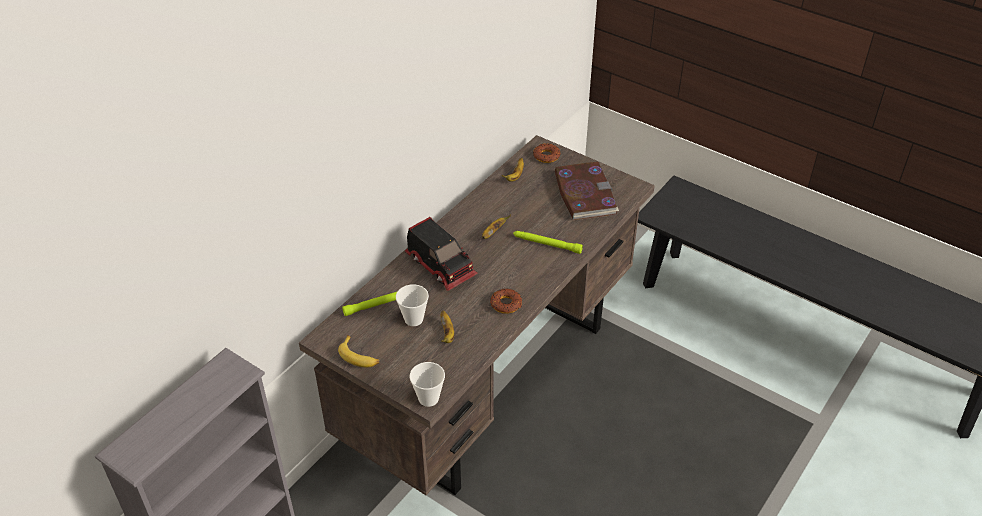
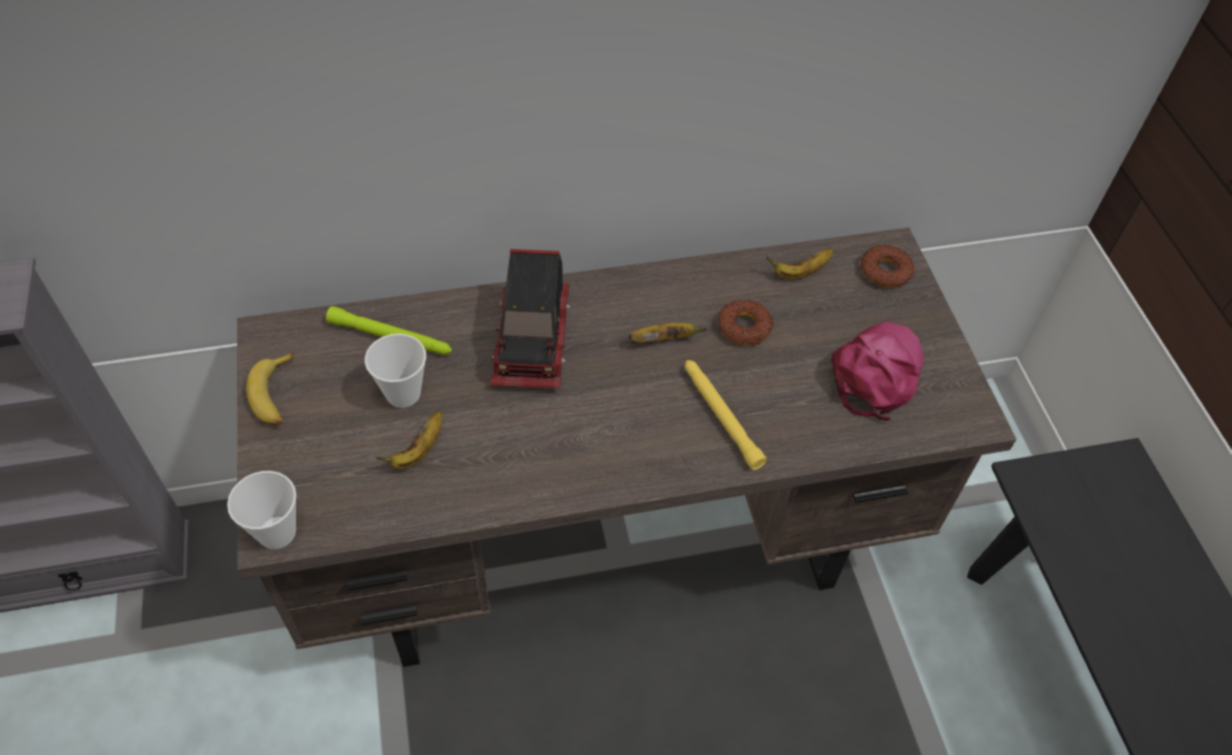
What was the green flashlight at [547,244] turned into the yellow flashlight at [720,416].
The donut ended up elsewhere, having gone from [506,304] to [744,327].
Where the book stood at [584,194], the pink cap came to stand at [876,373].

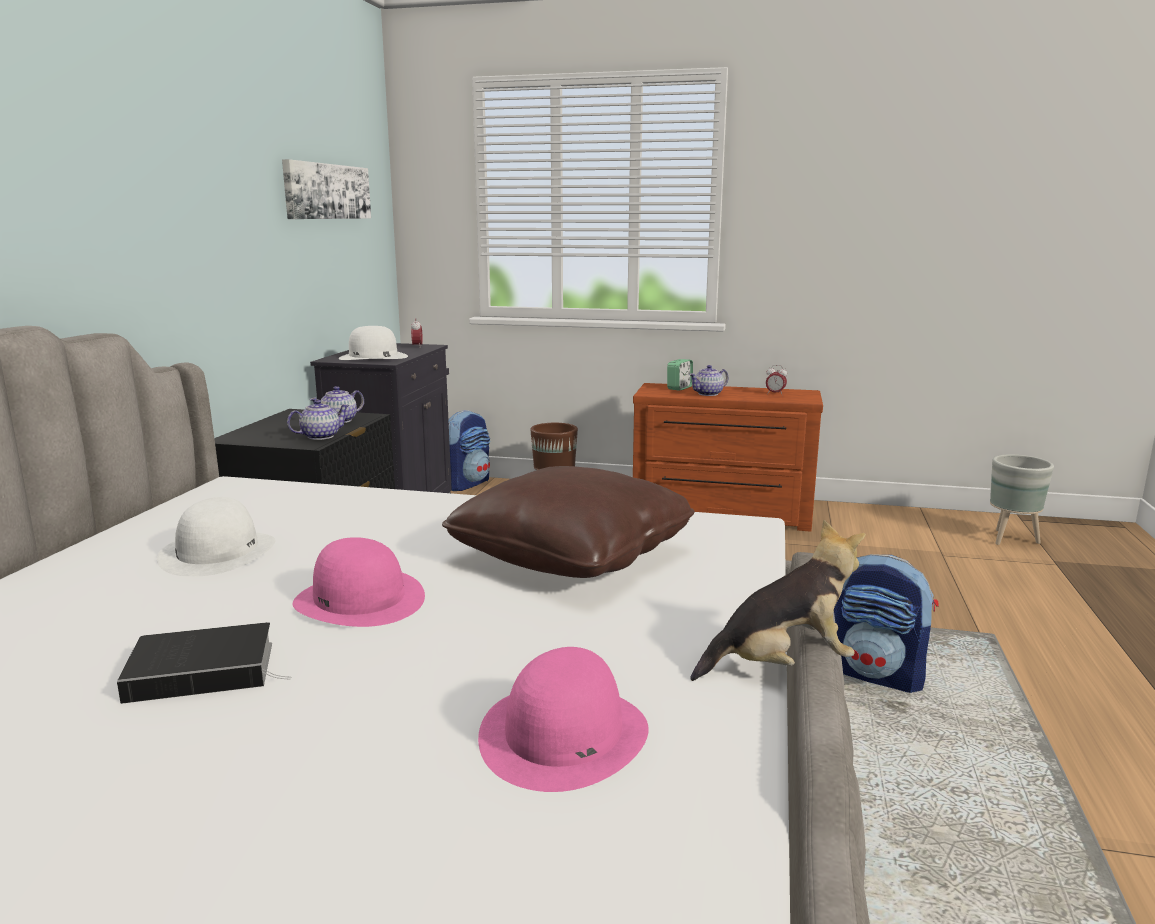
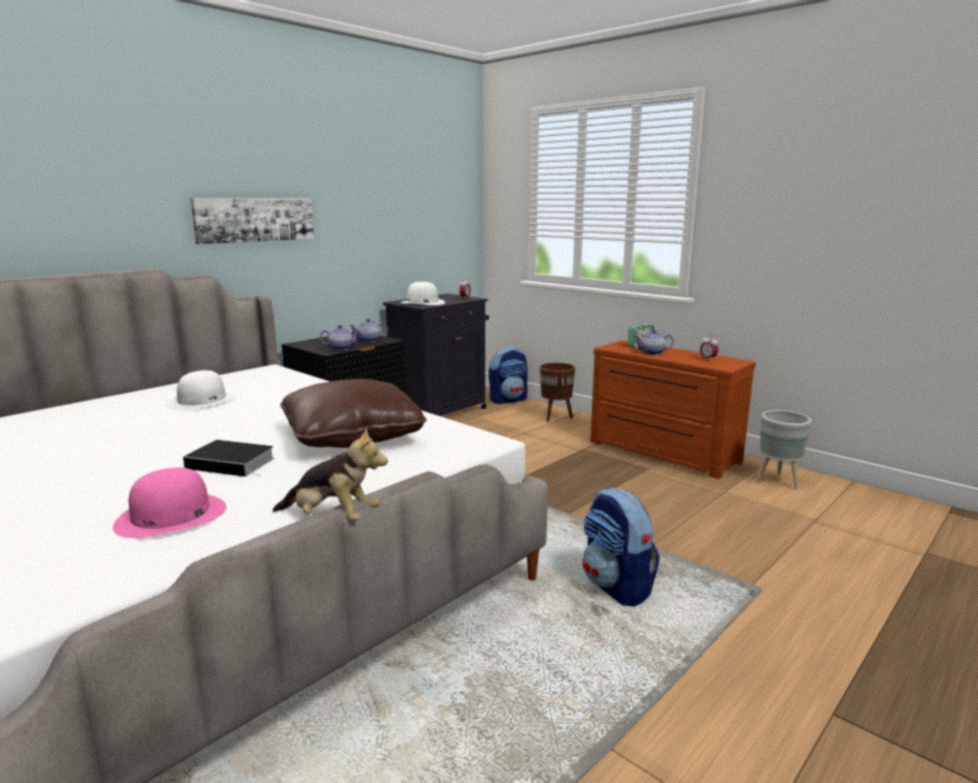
The book ended up elsewhere, having gone from [207,670] to [233,463].
The picture ended up elsewhere, having gone from [327,191] to [255,219].
The grey planter ended up elsewhere, having gone from [1011,539] to [778,481].
The second view lost the pink hat at [360,600].

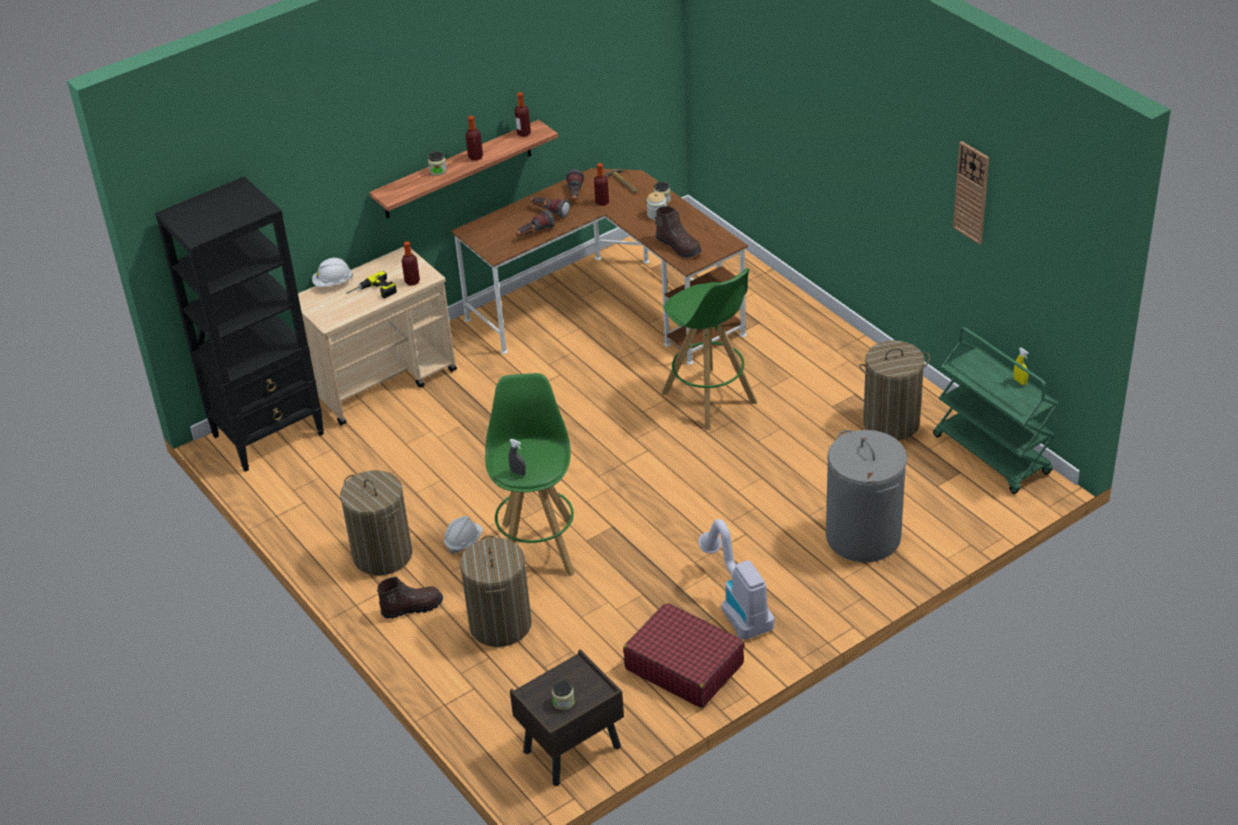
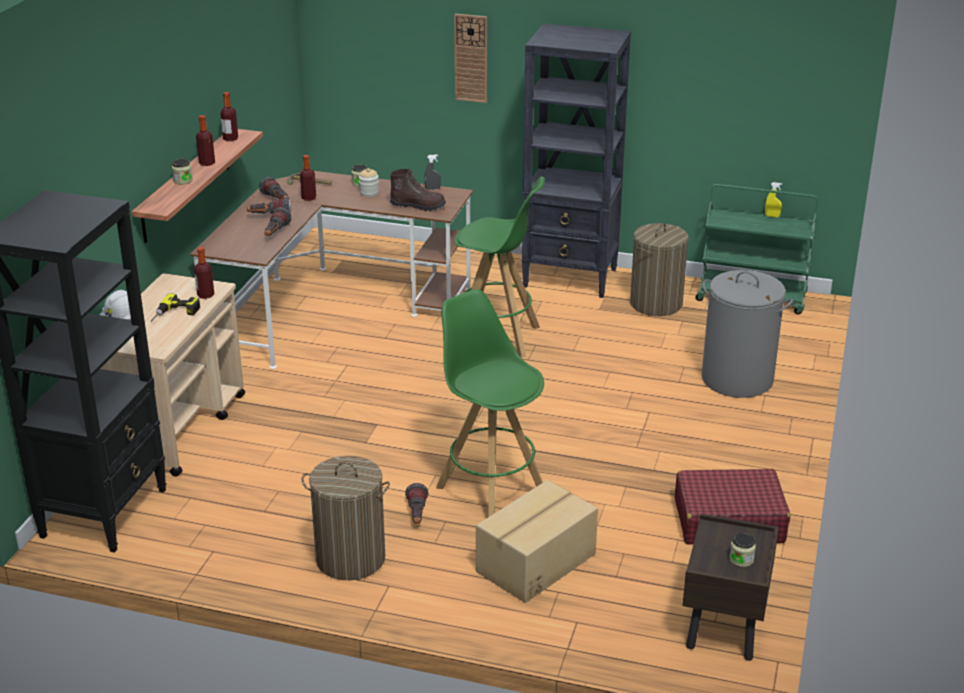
Where the white hard hat stood at [463,542], the flashlight came to stand at [417,515].
The grey spray bottle ended up elsewhere, having gone from [518,472] to [432,189].
The wall clock ended up elsewhere, having gone from [971,192] to [471,58].
Where the laundry basket stood at [500,624], the cardboard box came to stand at [534,562].
The second view gained the black bookcase at [571,278].
The second view lost the brown boot at [412,607].
The second view lost the vacuum cleaner at [737,606].

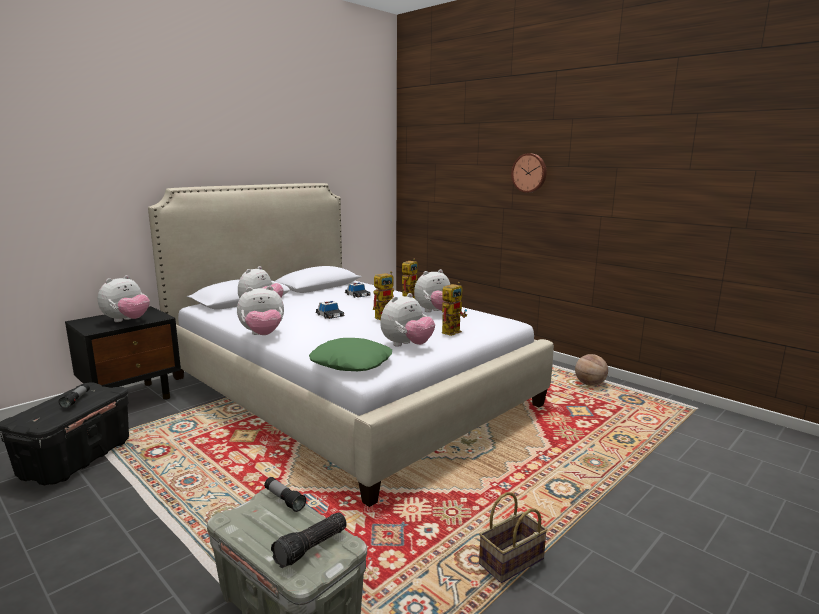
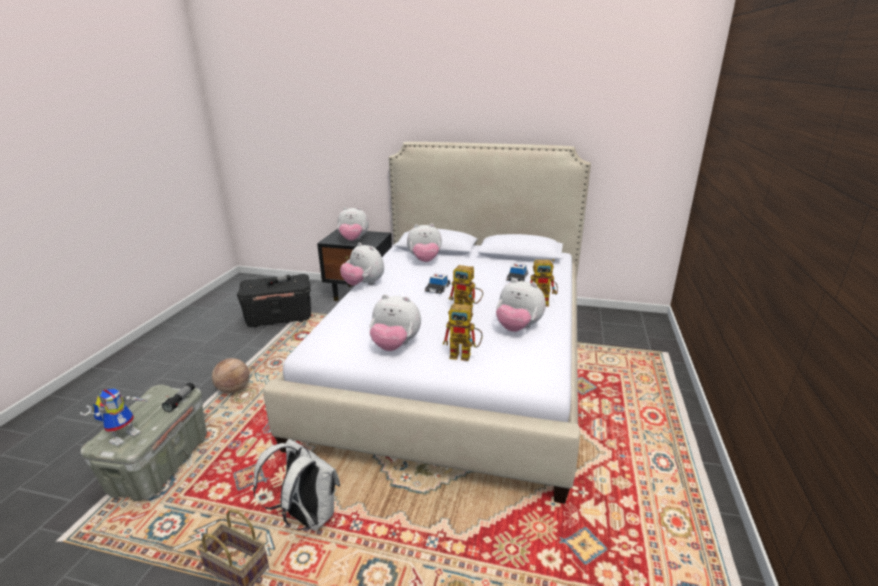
Where the flashlight stood at [311,548], the toy robot came to stand at [125,434].
The basketball ended up elsewhere, having gone from [589,384] to [234,389].
The second view gained the white backpack at [307,517].
The second view lost the green pillow at [351,363].
The second view lost the wall clock at [529,173].

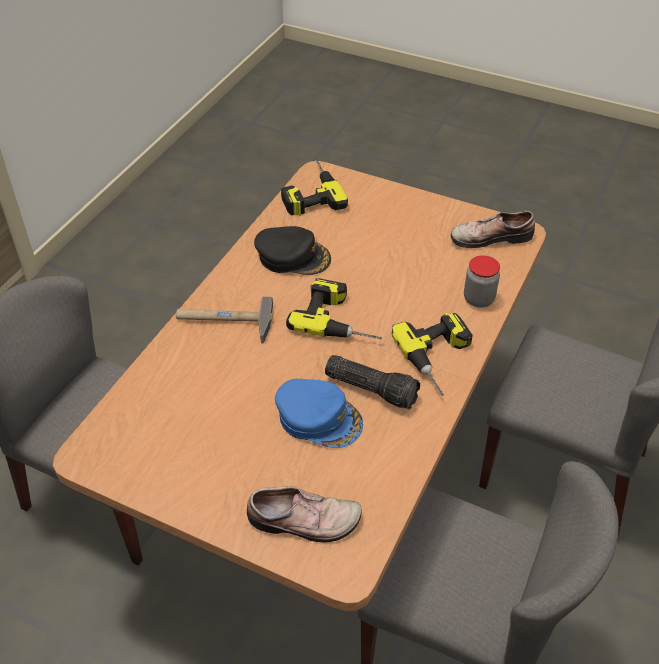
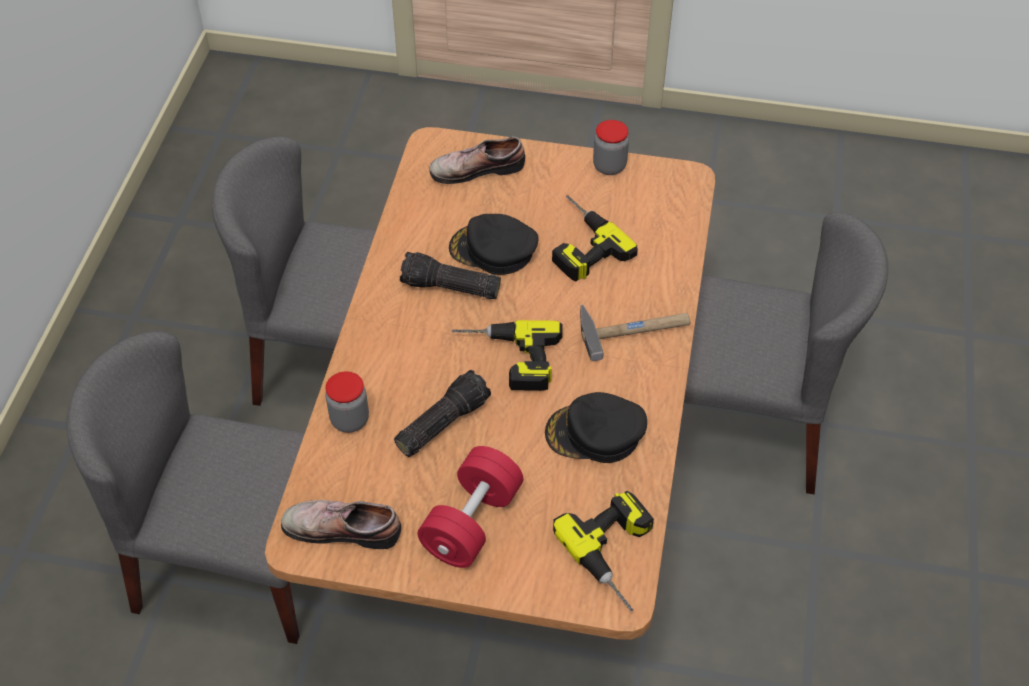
The shoe at [490,236] ended up facing another way, 150 degrees counterclockwise from before.
The second view gained the flashlight at [441,422].
The second view gained the red dumbbell at [472,522].
What was the blue cap at [319,417] turned into the black cap at [493,250].
The power drill ended up elsewhere, having gone from [441,359] to [578,243].
The second view gained the jar at [609,166].

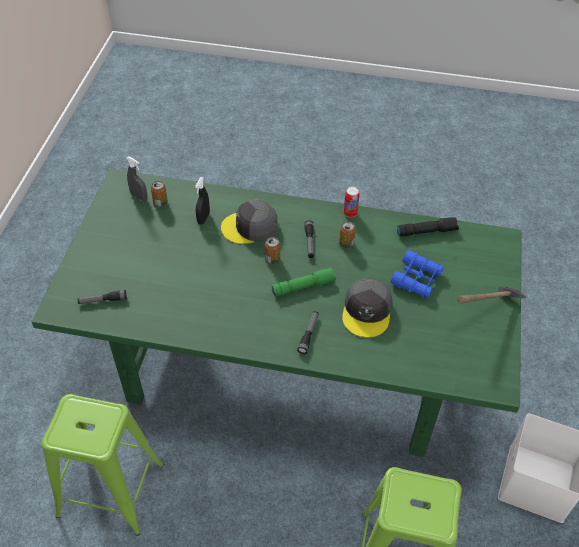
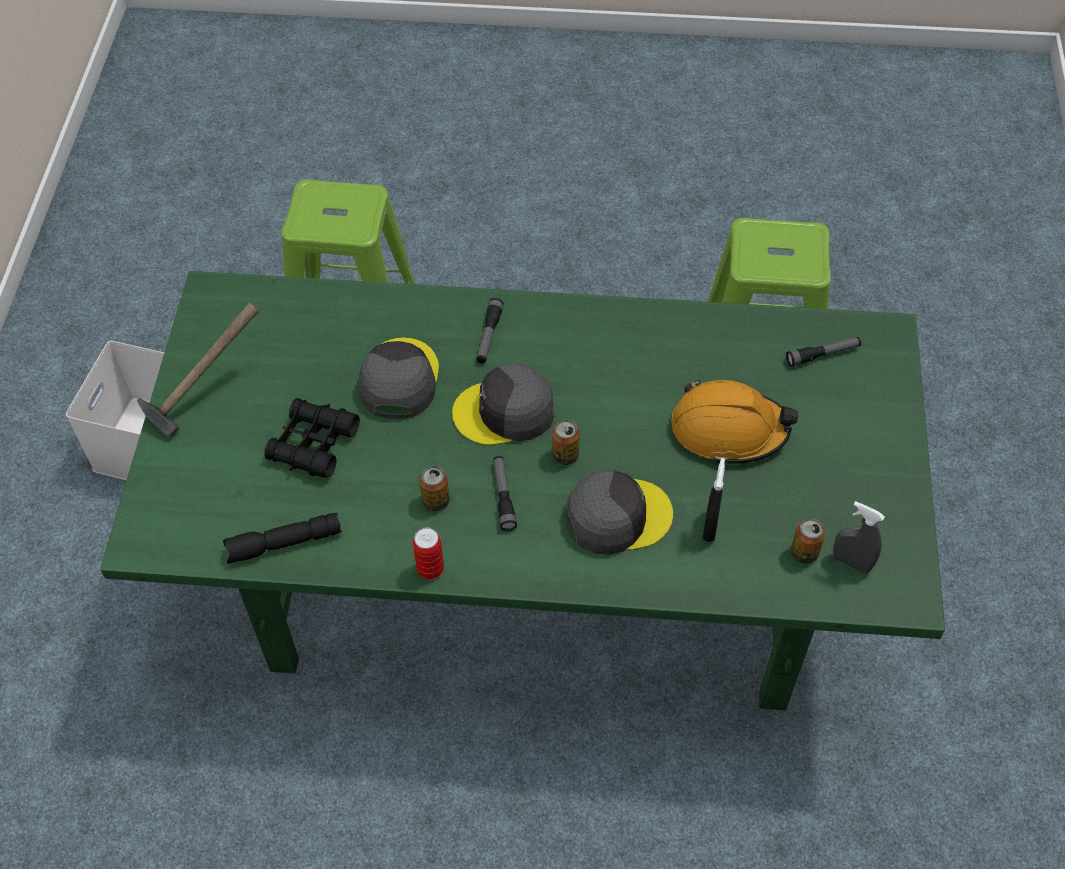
What was the blue binoculars at [416,279] turned into the black binoculars at [313,444].
Where the green flashlight stood at [303,286], the grey cap came to stand at [505,412].
The second view gained the orange hard hat at [729,429].

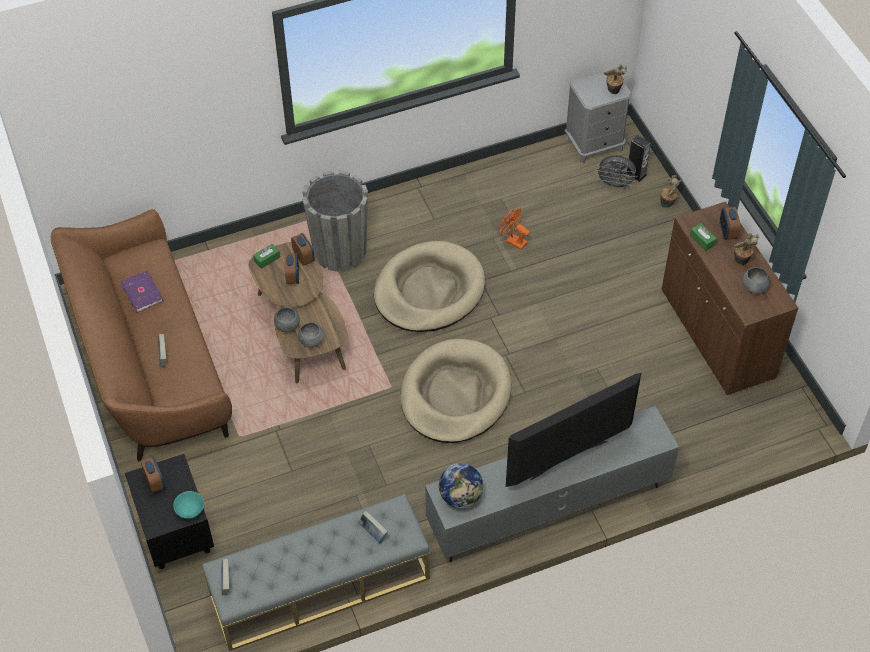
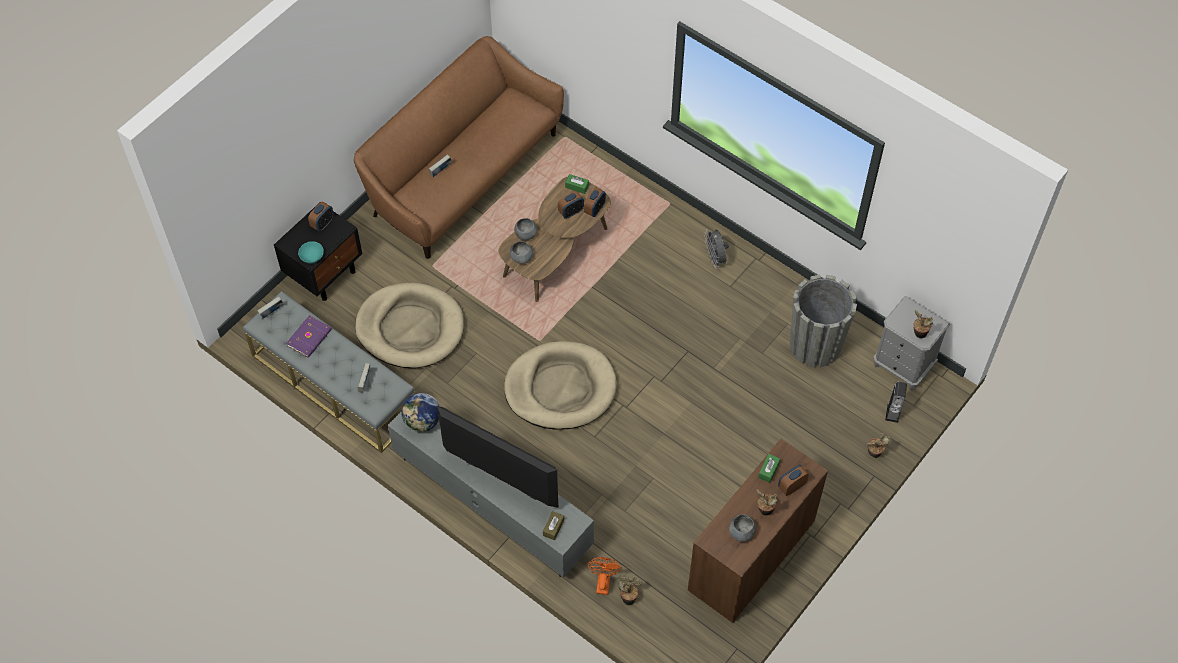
The purple book ended up elsewhere, having gone from [143,292] to [310,338].
The beige dog bed ended up elsewhere, having gone from [429,291] to [410,328].
The second view gained the brown tissue box at [553,528].
The orange fan ended up elsewhere, having gone from [513,241] to [603,581].
The second view gained the potted plant at [628,598].
The grey fan ended up elsewhere, having gone from [615,185] to [715,259].
The grey planter ended up elsewhere, having gone from [340,251] to [815,345].

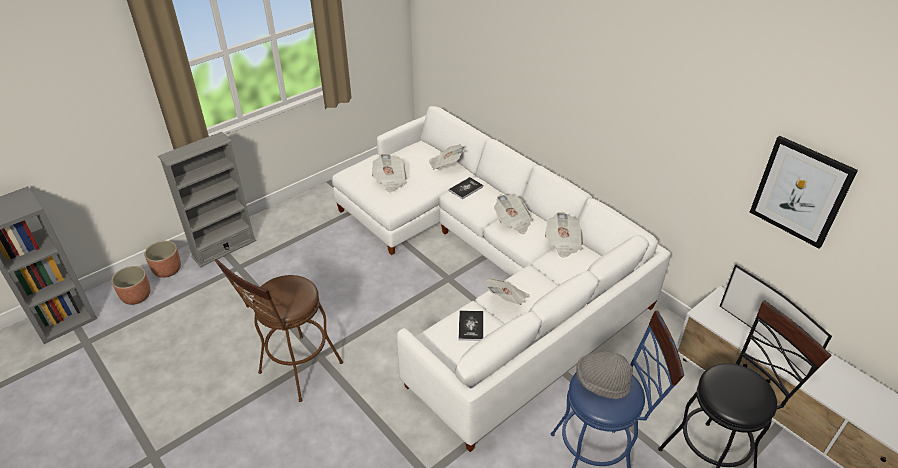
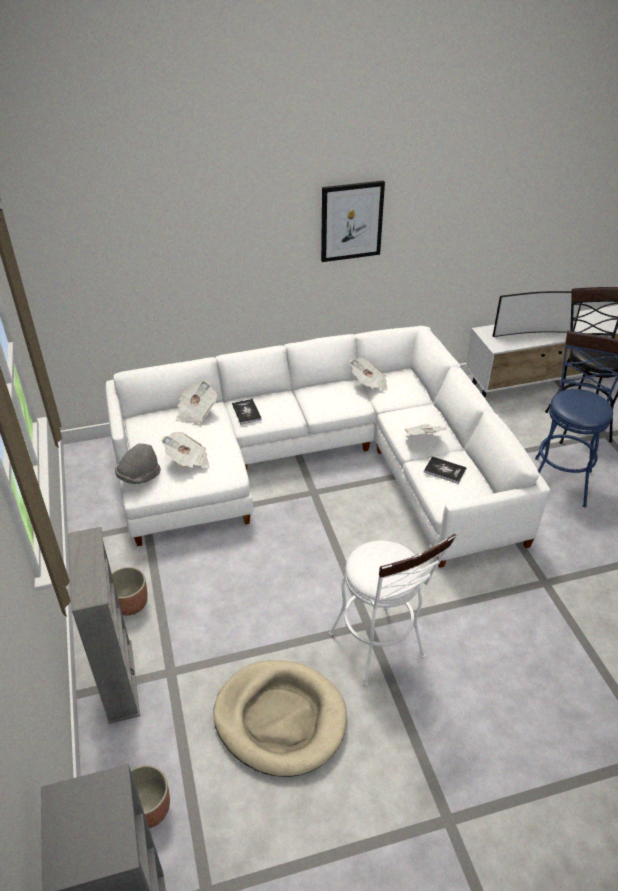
The planter ended up elsewhere, having gone from [168,270] to [130,603].
The grey hat ended up elsewhere, having gone from [601,383] to [139,476].
The second view gained the beige dog bed at [280,719].
The picture ended up elsewhere, having gone from [800,191] to [351,221].
What was the brown stool at [296,372] turned into the white stool at [381,651].
The second view lost the newspaper at [513,222].

